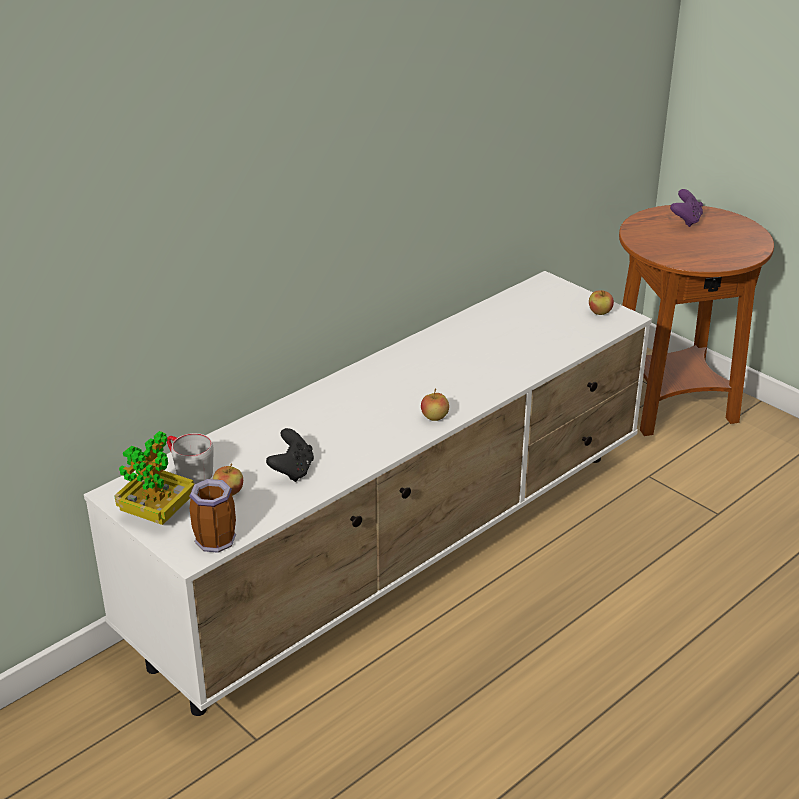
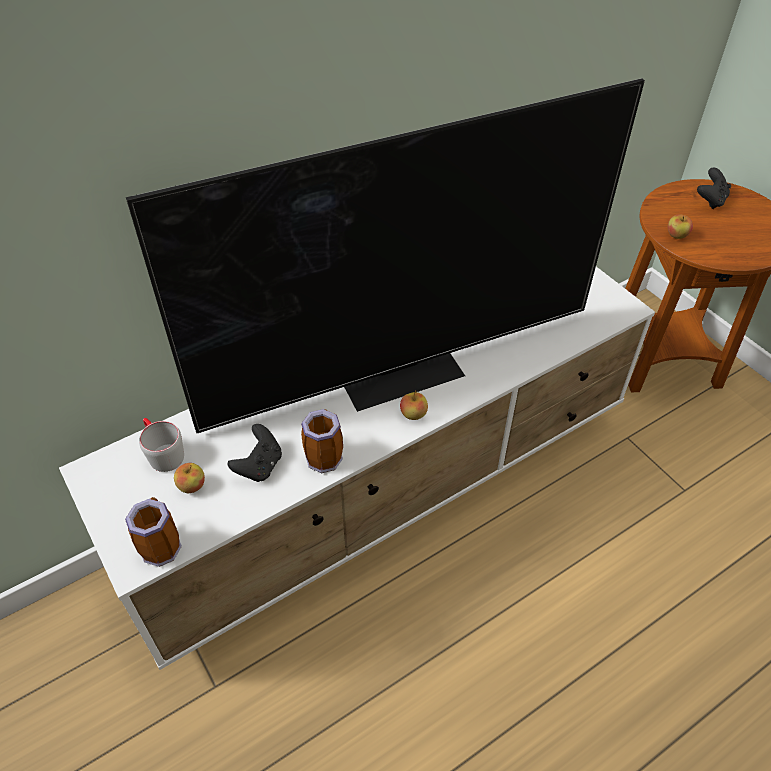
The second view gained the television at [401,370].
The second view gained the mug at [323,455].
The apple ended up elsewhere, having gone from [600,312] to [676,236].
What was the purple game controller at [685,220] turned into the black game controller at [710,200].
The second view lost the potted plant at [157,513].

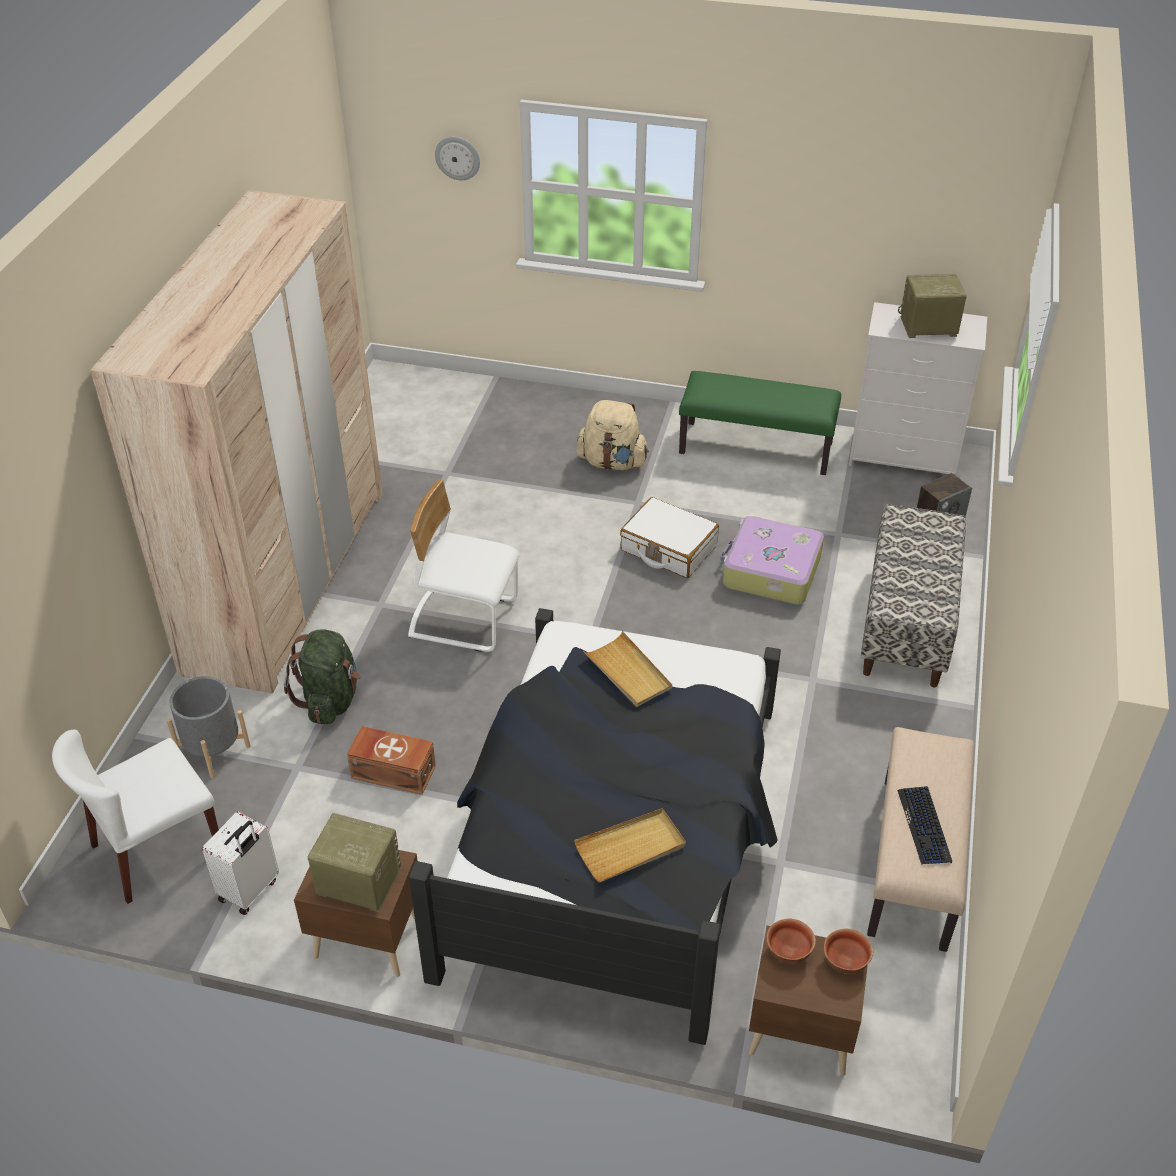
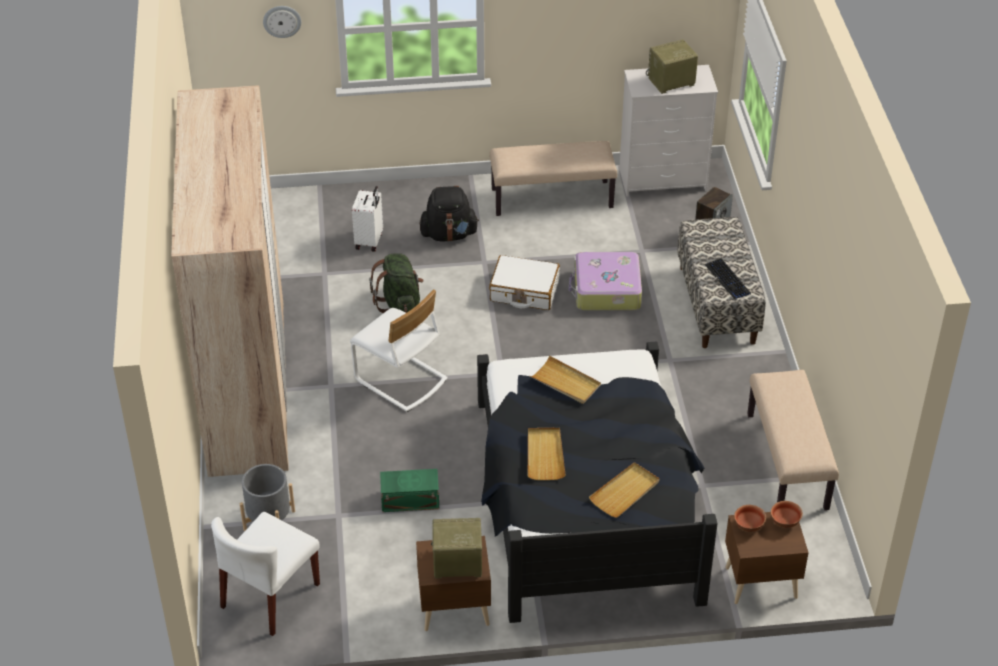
The white chair at [464,618] ended up facing another way, 135 degrees counterclockwise from before.
The white suitcase ended up elsewhere, having gone from [250,891] to [370,241].
The green backpack ended up elsewhere, having gone from [330,700] to [399,304].
What was the brown storage box at [392,771] turned into the green storage box at [409,499].
What was the beige backpack at [612,462] turned into the black backpack at [449,234].
What was the green bench at [756,448] turned into the beige bench at [552,198].
The second view gained the beige tray at [545,455].
The keyboard ended up elsewhere, having gone from [924,826] to [727,279].

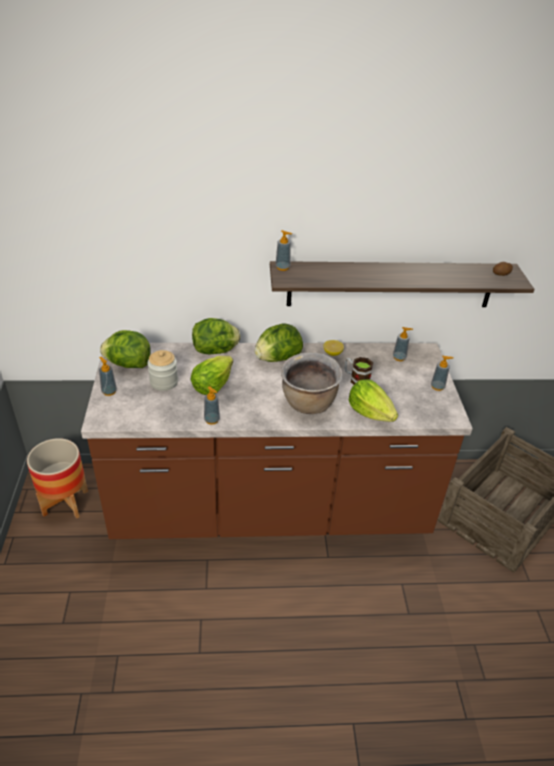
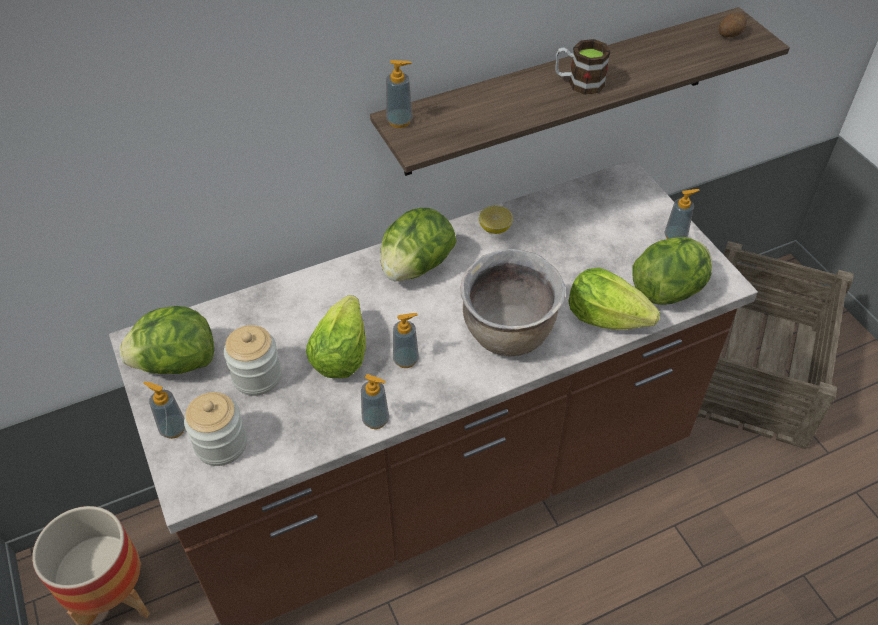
The second view gained the jar at [221,444].
The soap dispenser ended up elsewhere, having gone from [399,357] to [406,359].
The mug ended up elsewhere, having gone from [356,379] to [578,83].
The lettuce ended up elsewhere, having gone from [215,351] to [669,290].

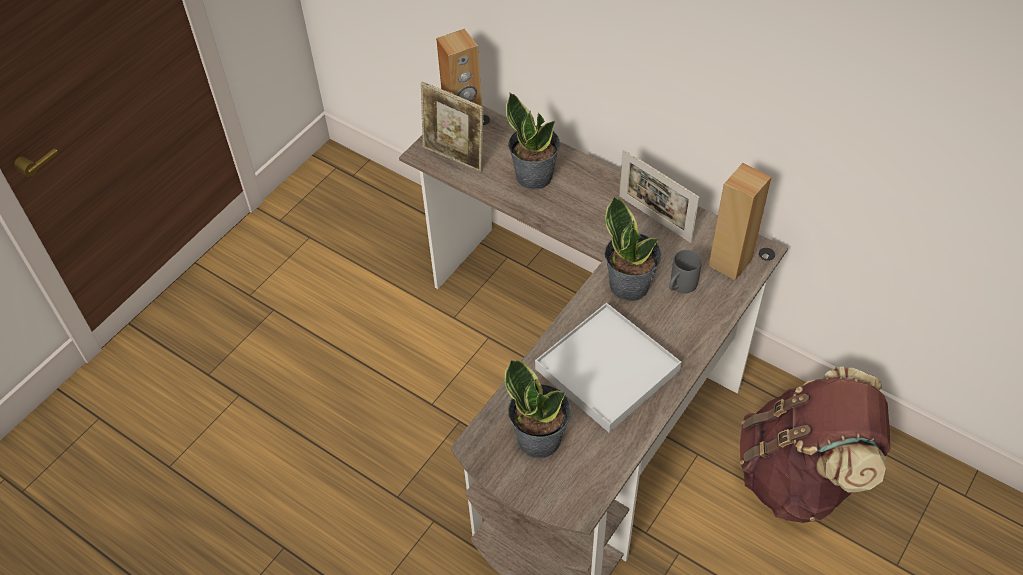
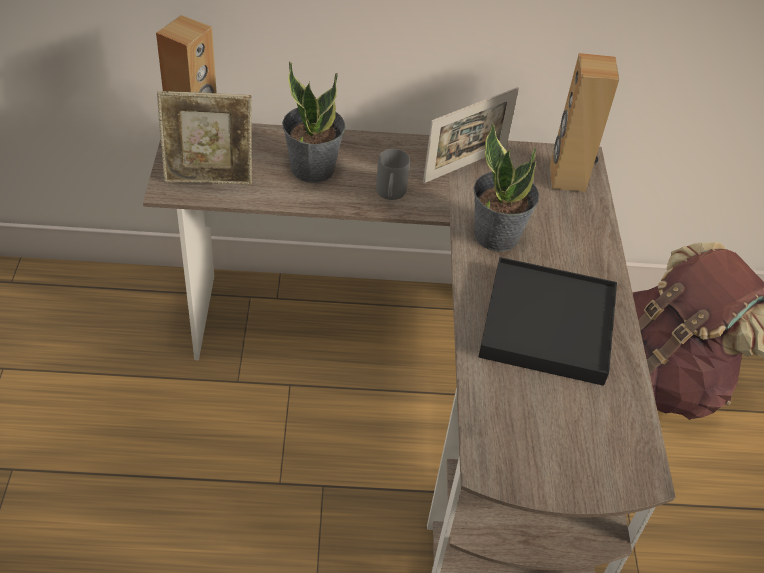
The grey mug ended up elsewhere, having gone from [680,287] to [390,195].
The picture frame at [654,218] ended up facing another way, 45 degrees counterclockwise from before.
What was the white tray at [607,370] turned into the black tray at [548,324].
The second view lost the potted plant at [539,438].

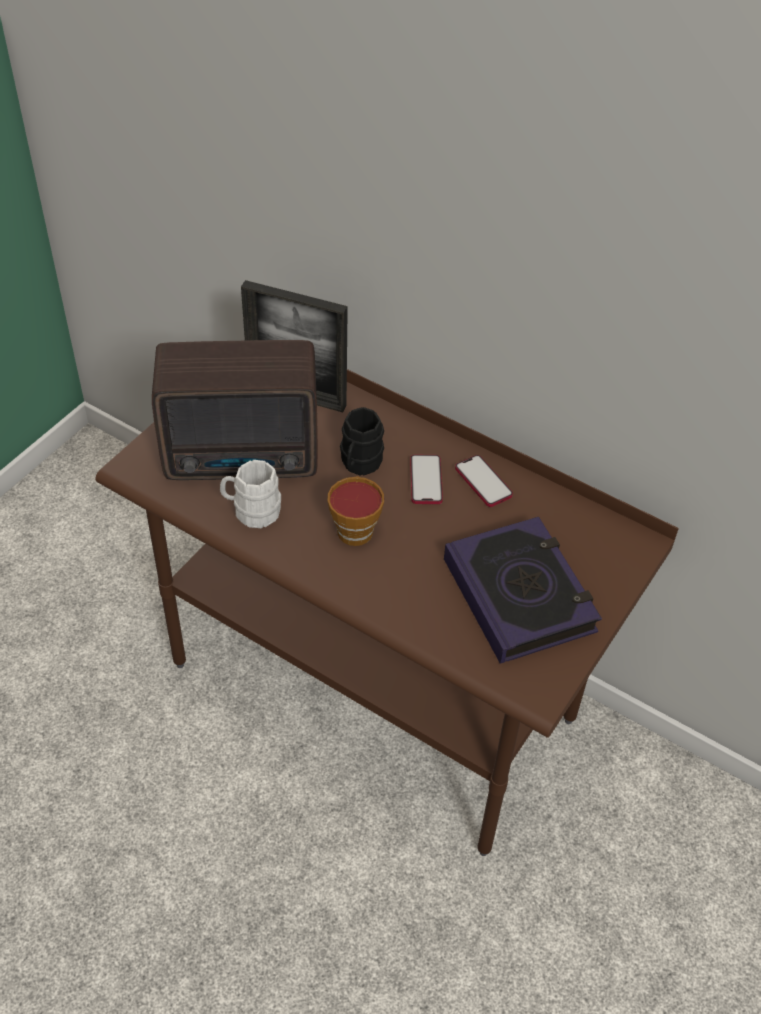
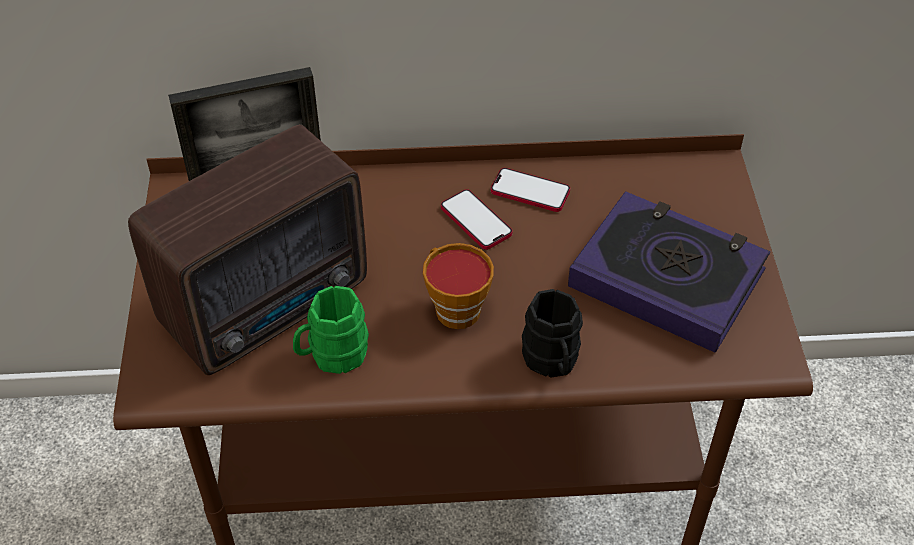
What was the white mug at [251,511] turned into the green mug at [332,355].
The black mug ended up elsewhere, having gone from [359,464] to [552,362].

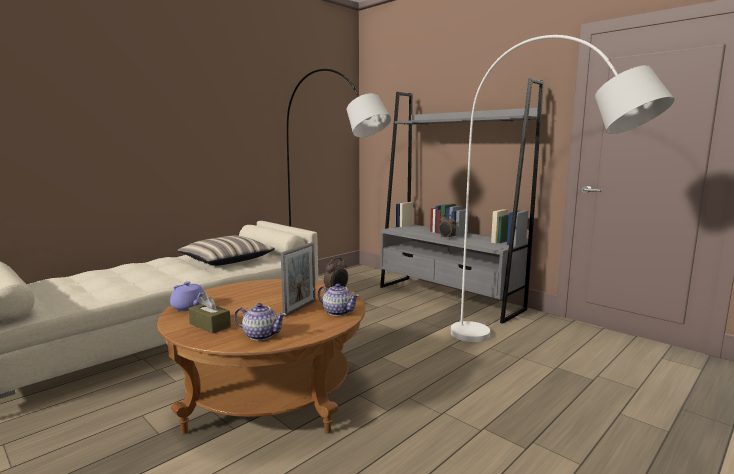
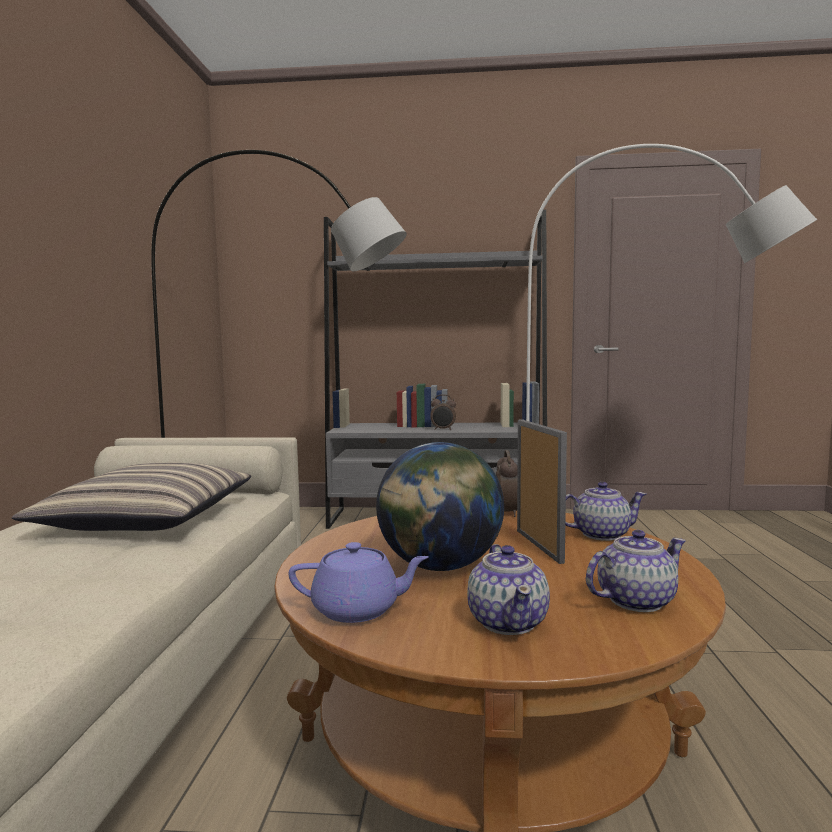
The second view gained the globe at [440,566].
Where the brown tissue box stood at [210,325], the teapot came to stand at [508,621].

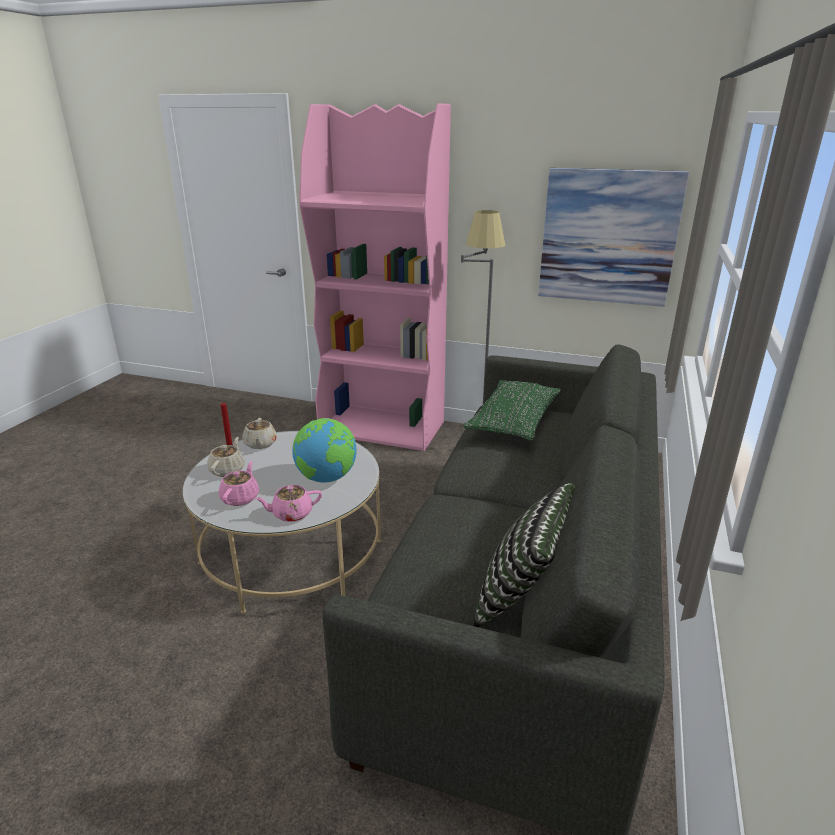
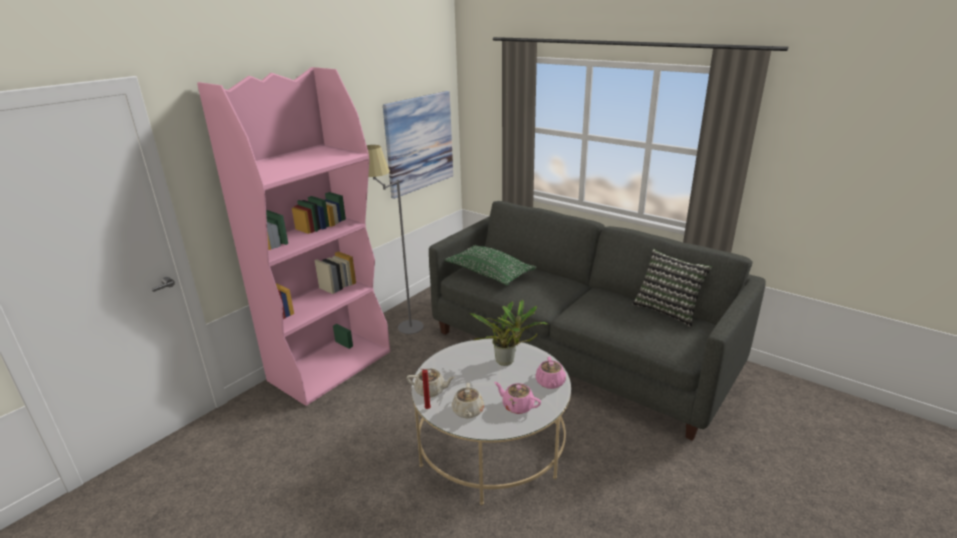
The beige teapot at [228,470] ended up facing another way, 120 degrees counterclockwise from before.
Where the globe stood at [327,478], the potted plant came to stand at [507,362].

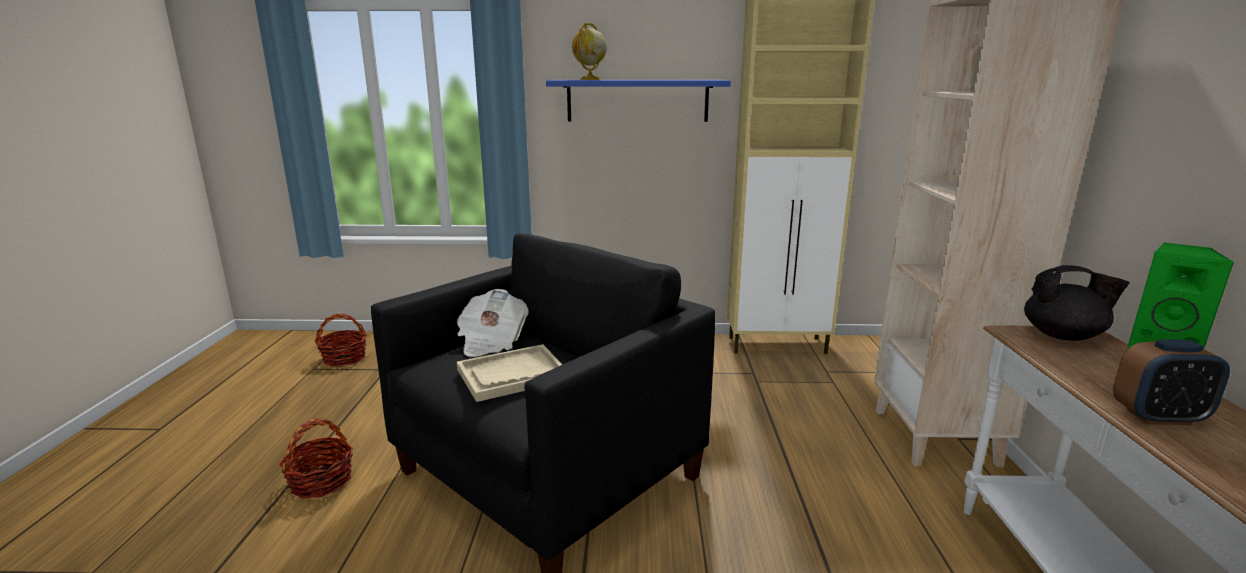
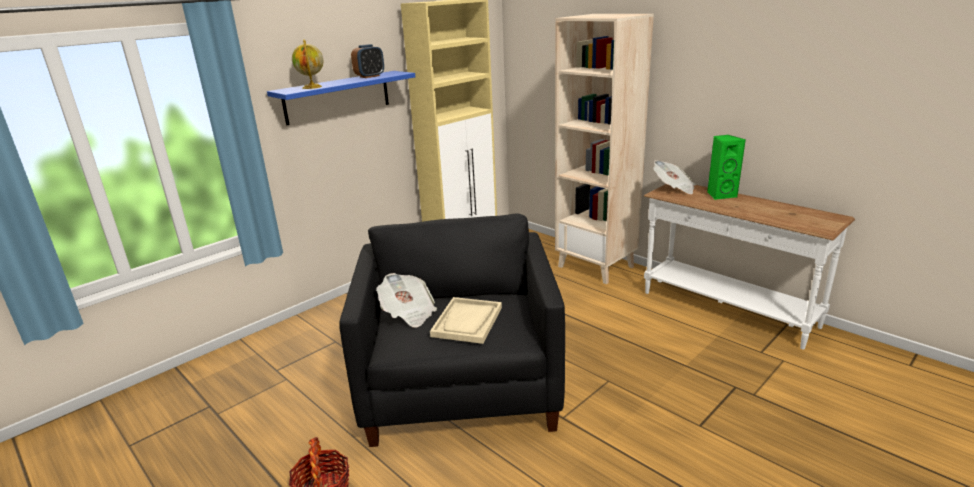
The alarm clock ended up elsewhere, having gone from [1158,417] to [370,76].
Where the black teapot stood at [1063,336], the newspaper came to stand at [674,188].
The second view lost the basket at [344,358].

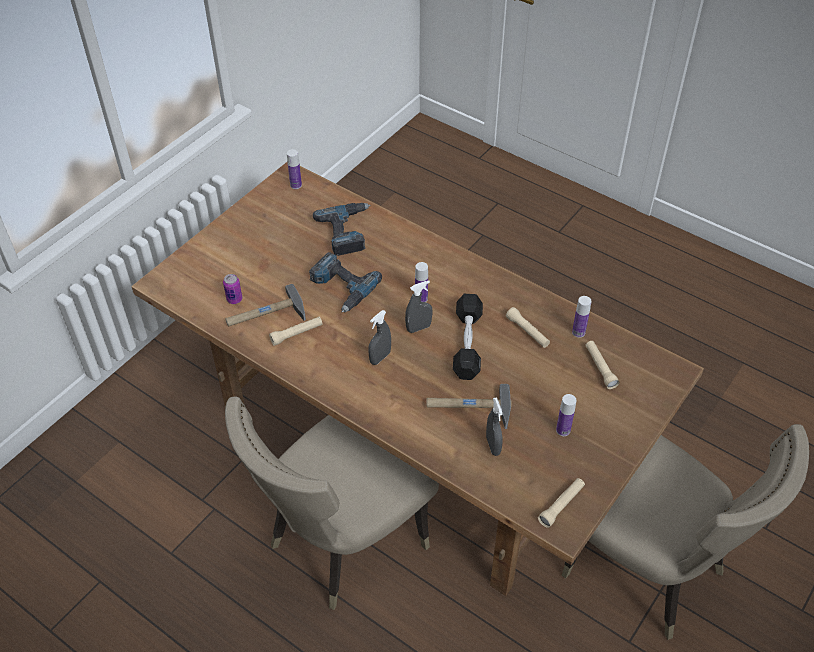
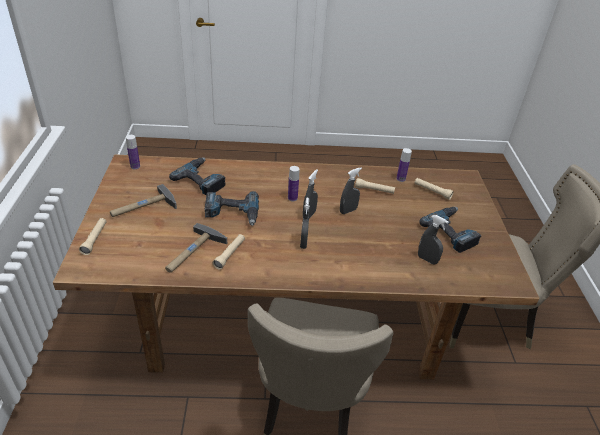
The beige flashlight ended up elsewhere, having gone from [561,505] to [95,239].
The hammer ended up elsewhere, having gone from [468,408] to [143,207].
Where the black dumbbell stood at [467,343], the grey spray bottle came to stand at [348,211].
Where the bottle stood at [563,430], the power drill came to stand at [452,232].
The second view lost the can at [234,299].

